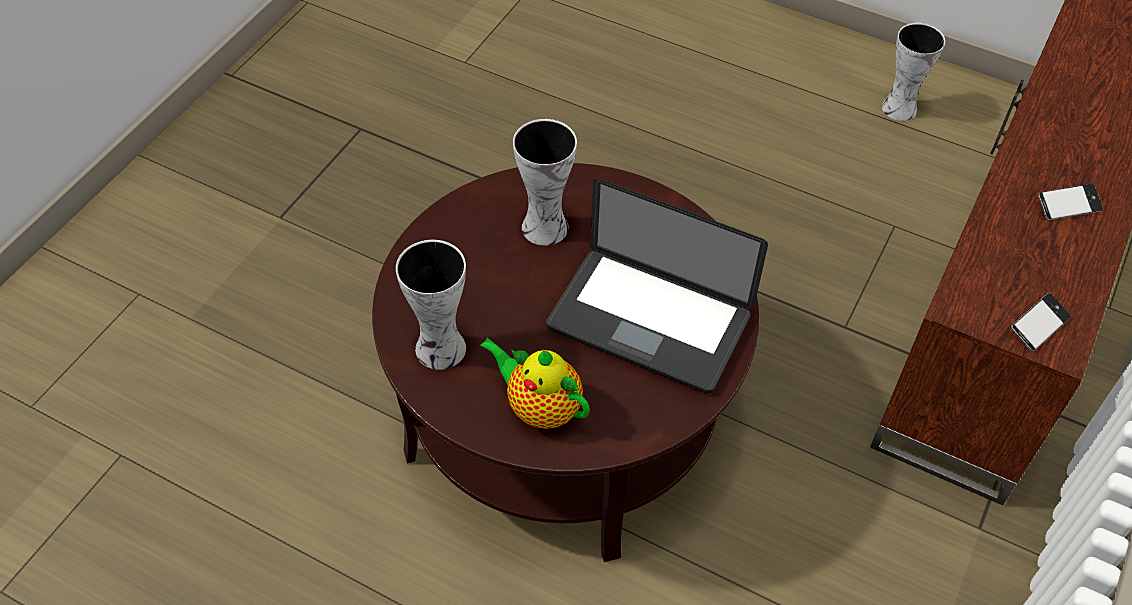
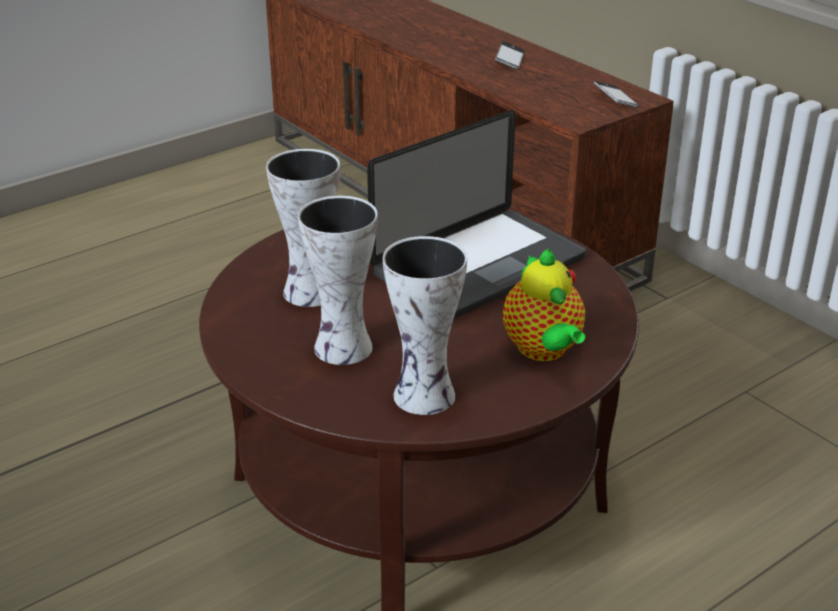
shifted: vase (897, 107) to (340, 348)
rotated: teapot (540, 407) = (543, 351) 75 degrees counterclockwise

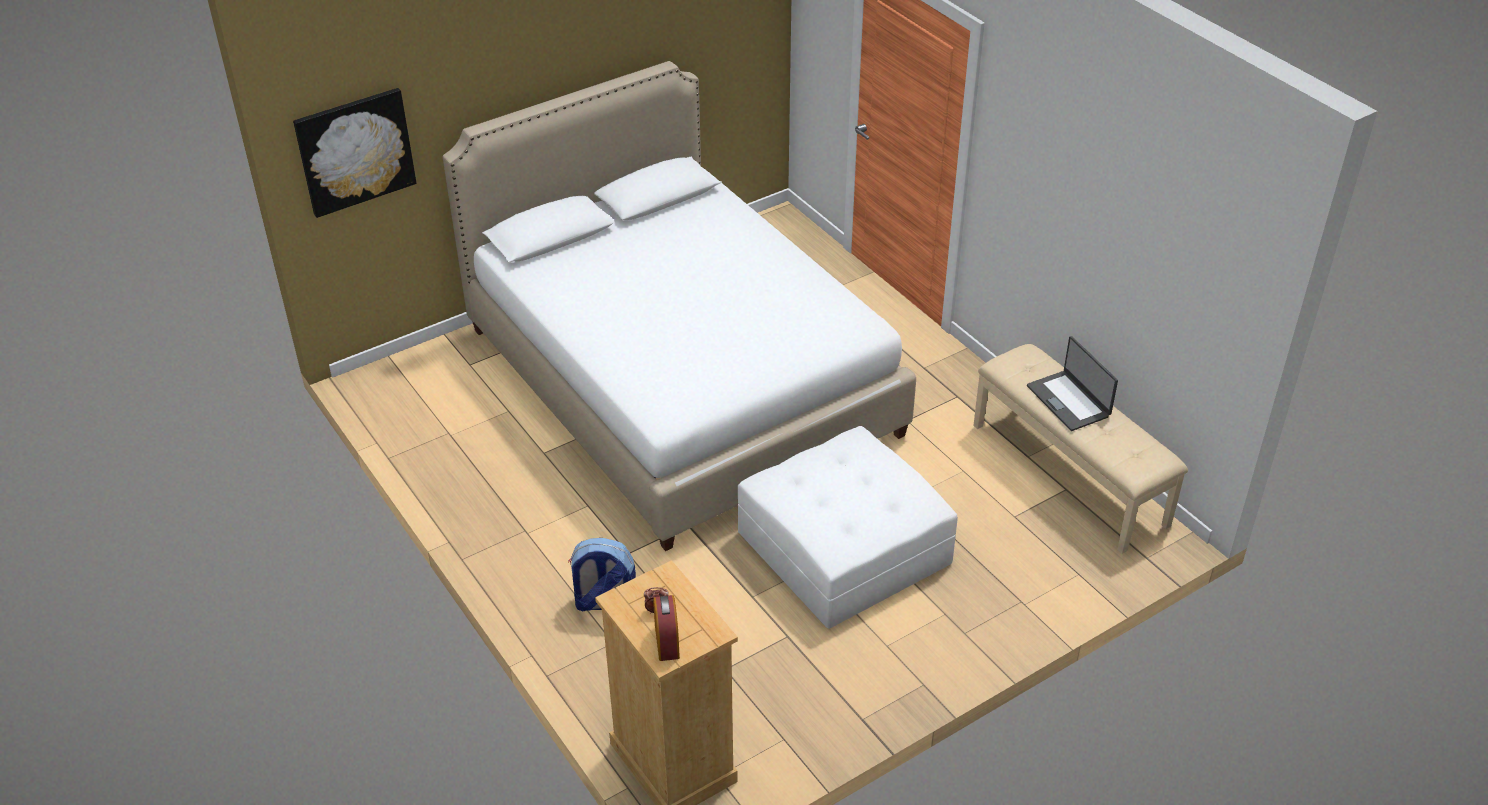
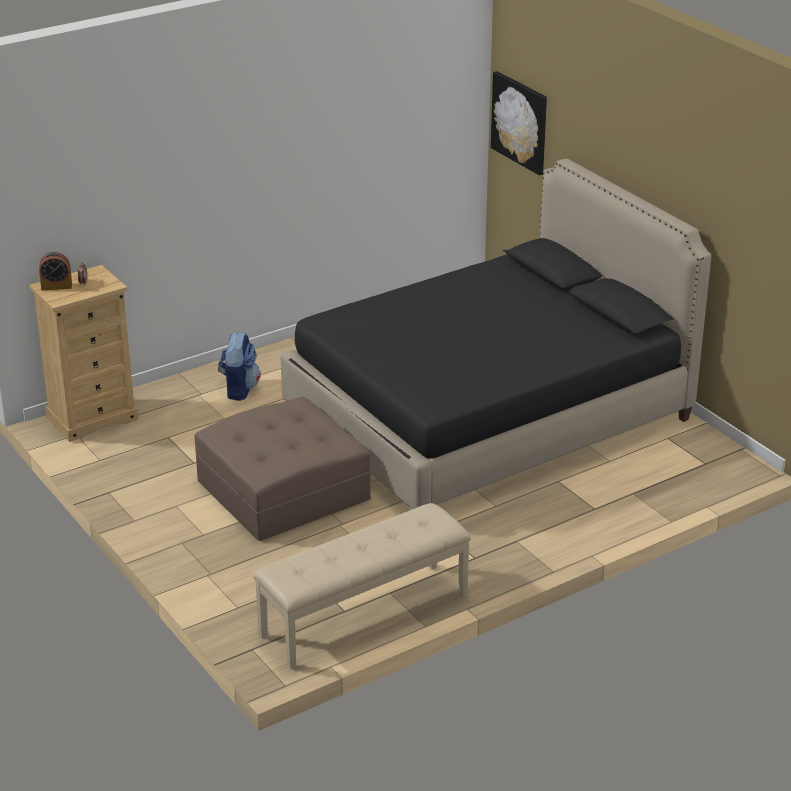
gone: laptop (1069, 401)
repainted: white bed (680, 381) to black bed (487, 415); white ottoman (845, 547) to brown ottoman (283, 490)

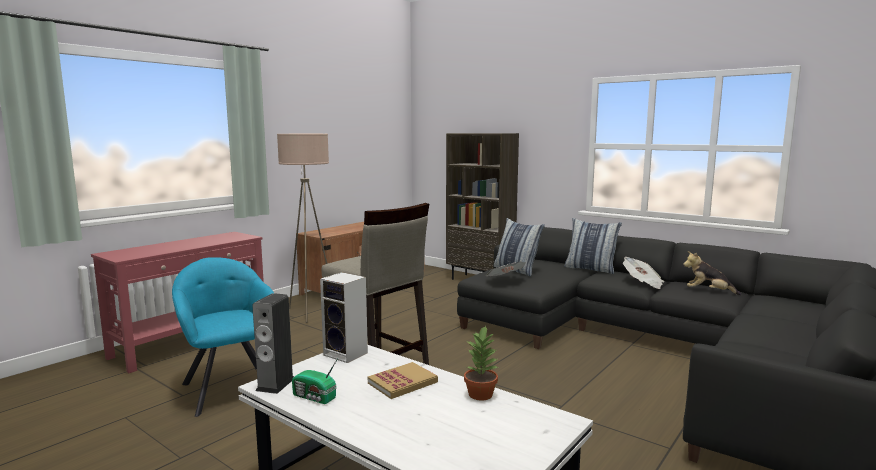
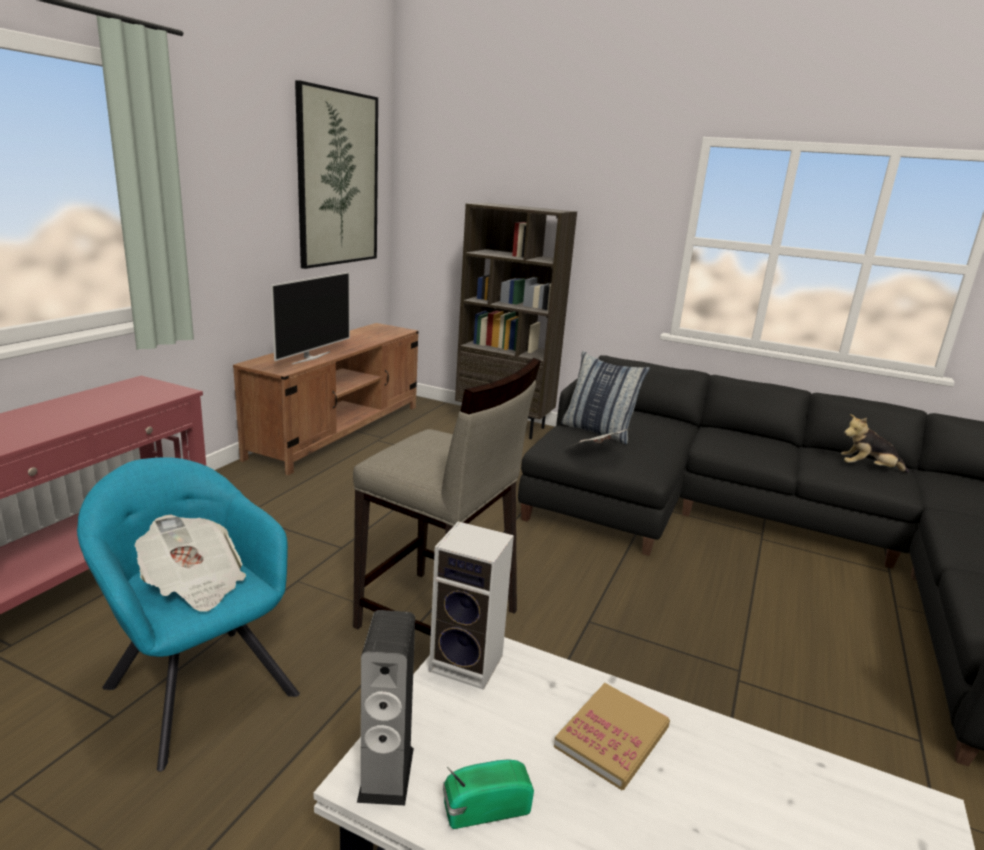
gone: beige floor lamp (310, 312); potted plant (481, 394); pillow (590, 269)
new: television (310, 357); picture (338, 179)
shifted: newspaper (643, 283) to (194, 584)
rotated: radio (314, 397) = (483, 807) 150 degrees clockwise

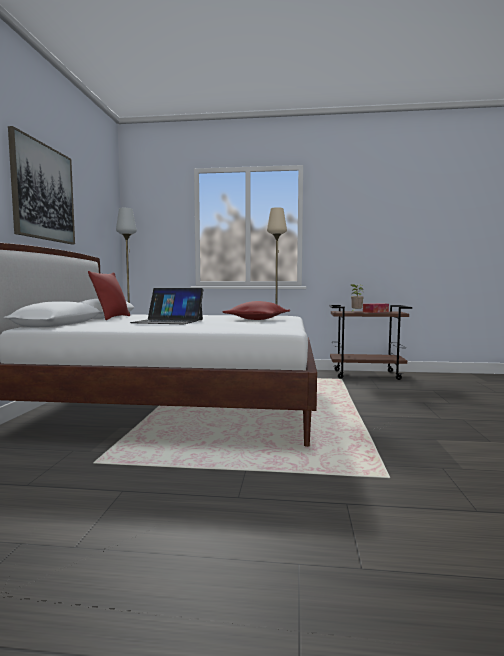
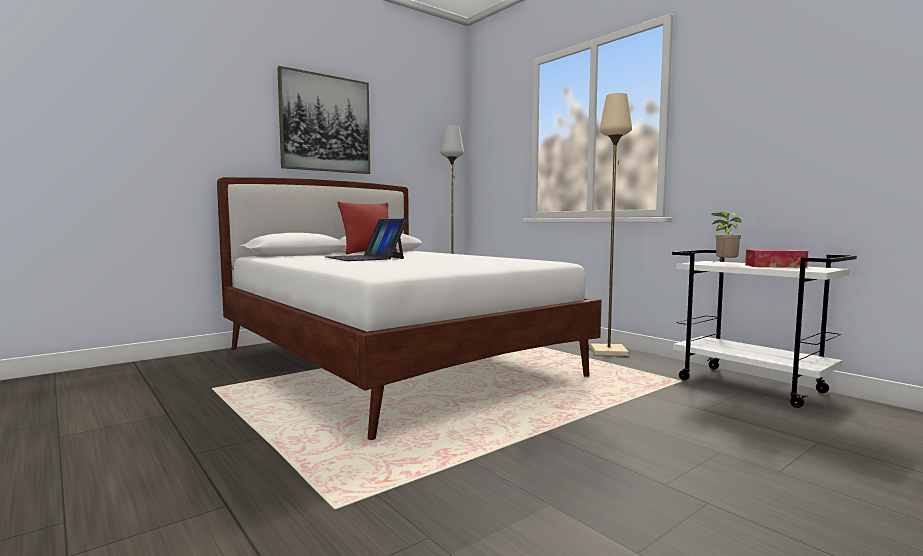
gone: red pillow (257, 319)
repainted: brown cart (366, 375) to white cart (752, 386)

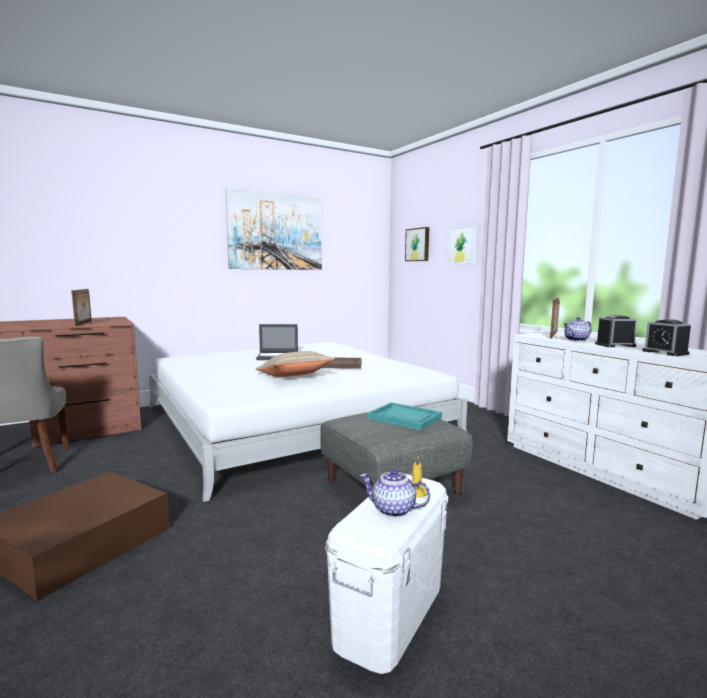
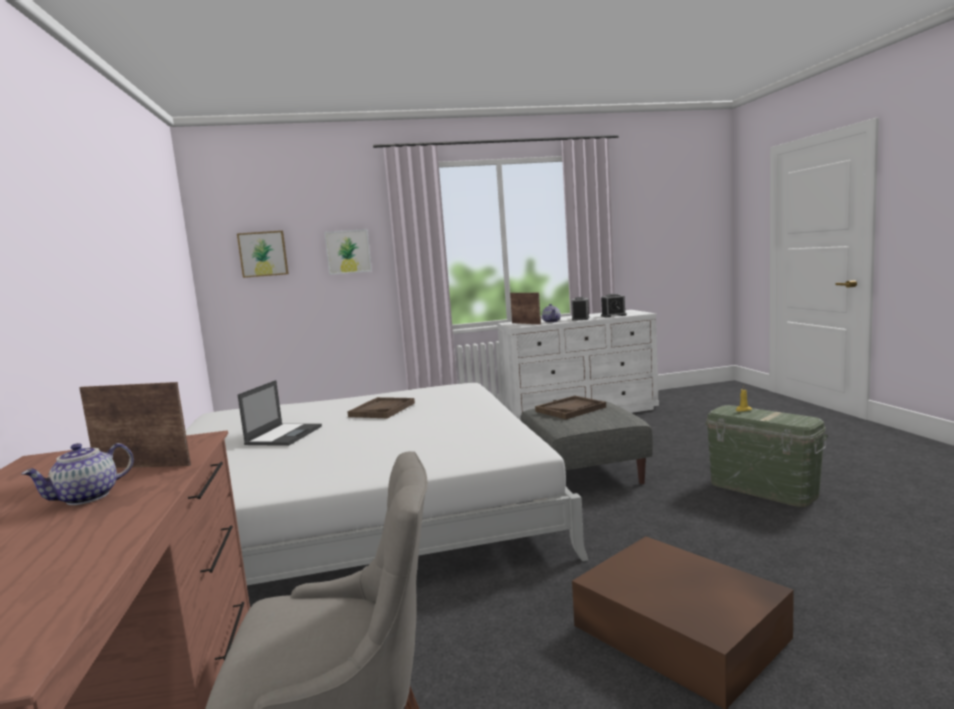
gone: picture (276, 231); beige pillow (294, 377)
shifted: teapot (393, 510) to (87, 498)
repainted: white storage box (390, 612) to green storage box (763, 489); turquoise tray (404, 418) to brown tray (570, 409)

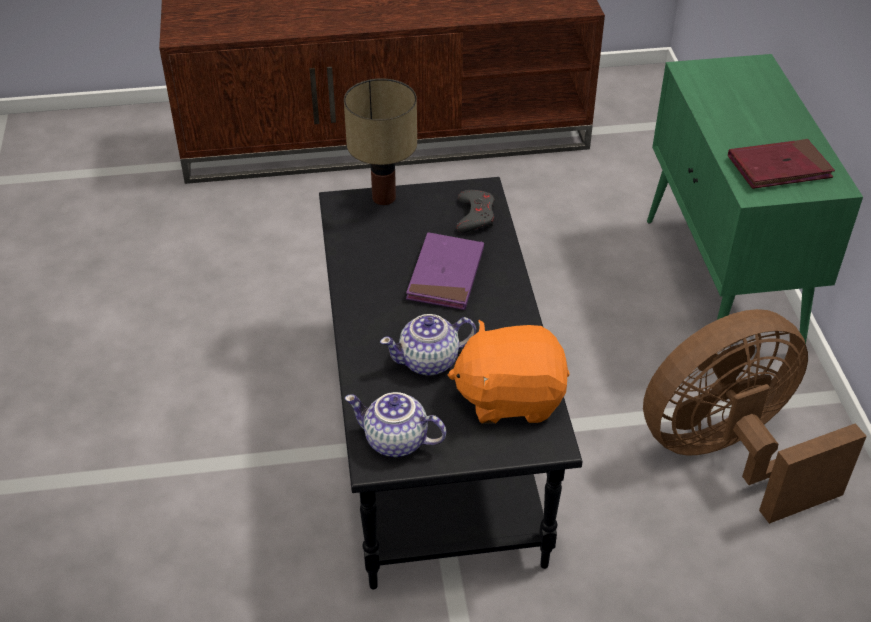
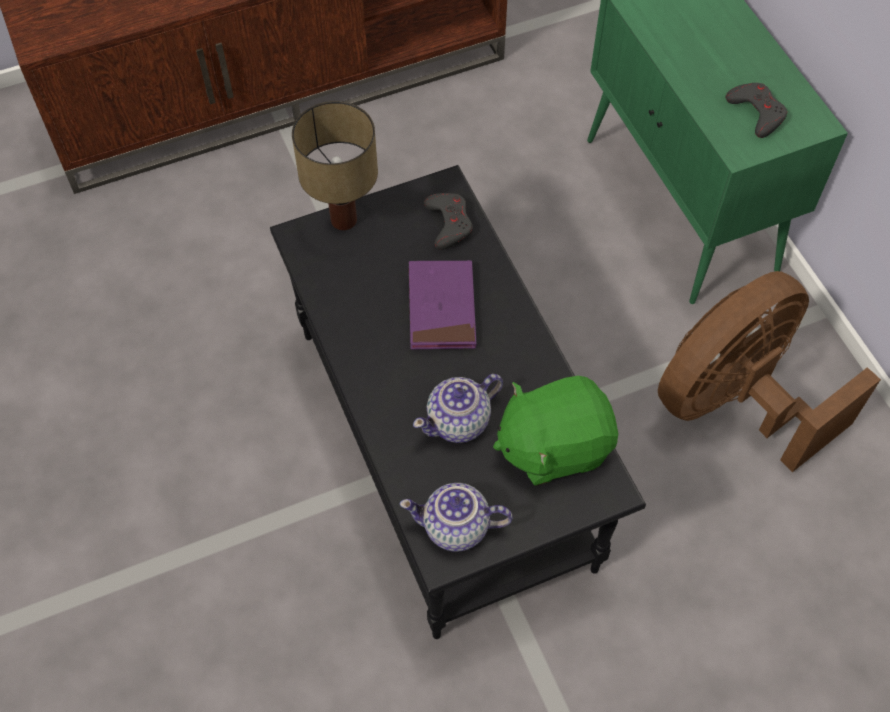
swapped: red book (779, 168) to grey game controller (756, 112)
repainted: orange plush toy (510, 397) to green plush toy (553, 445)

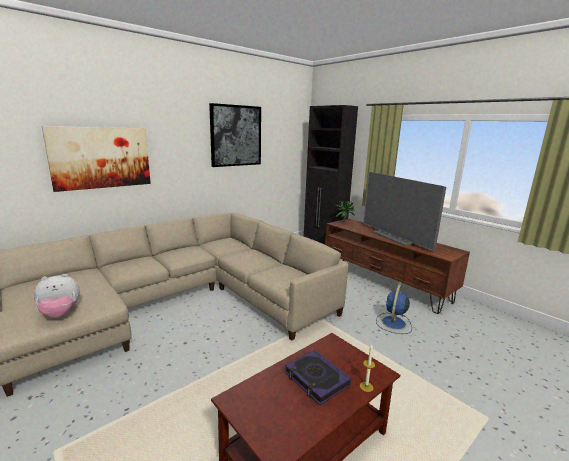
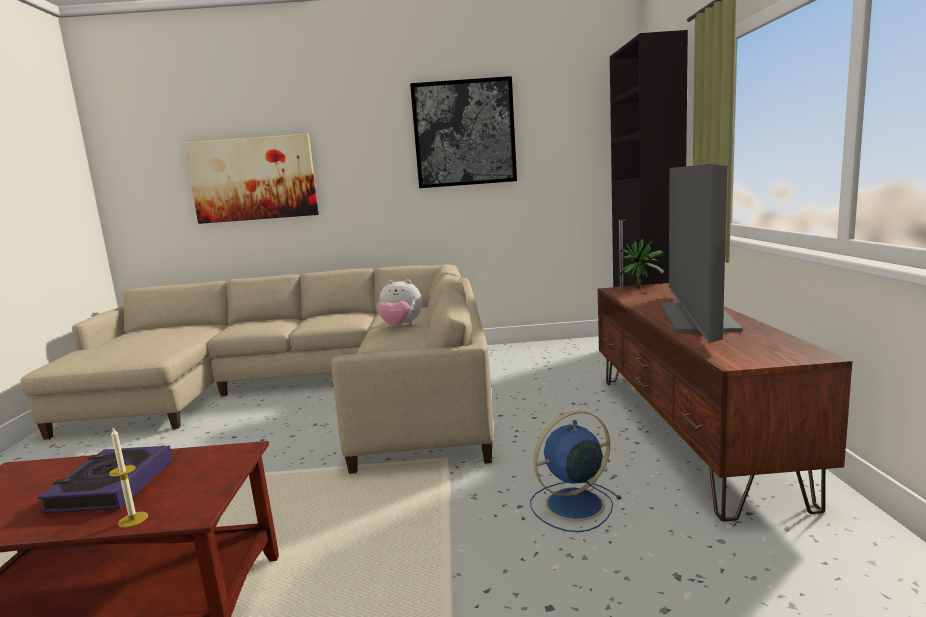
shifted: plush toy (60, 314) to (400, 326)

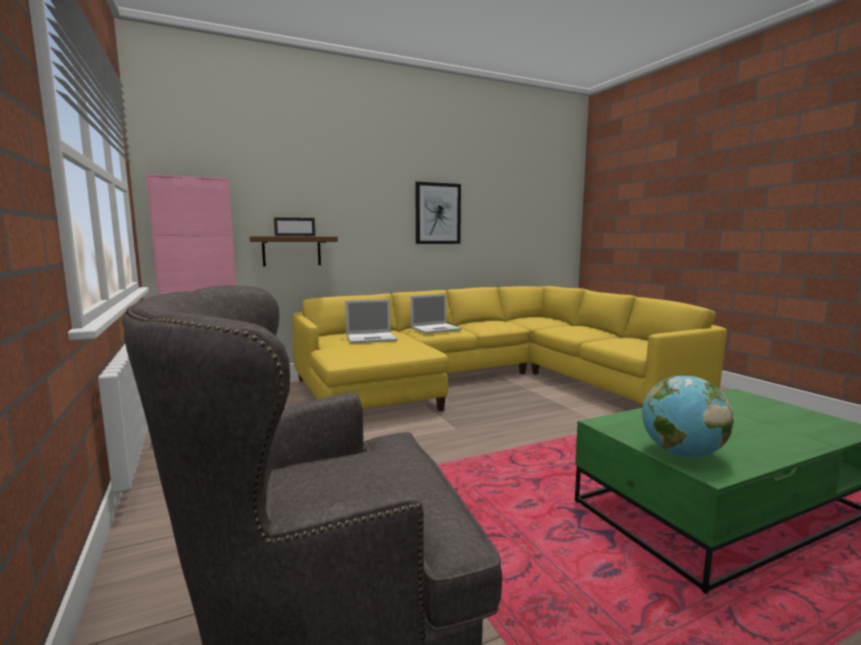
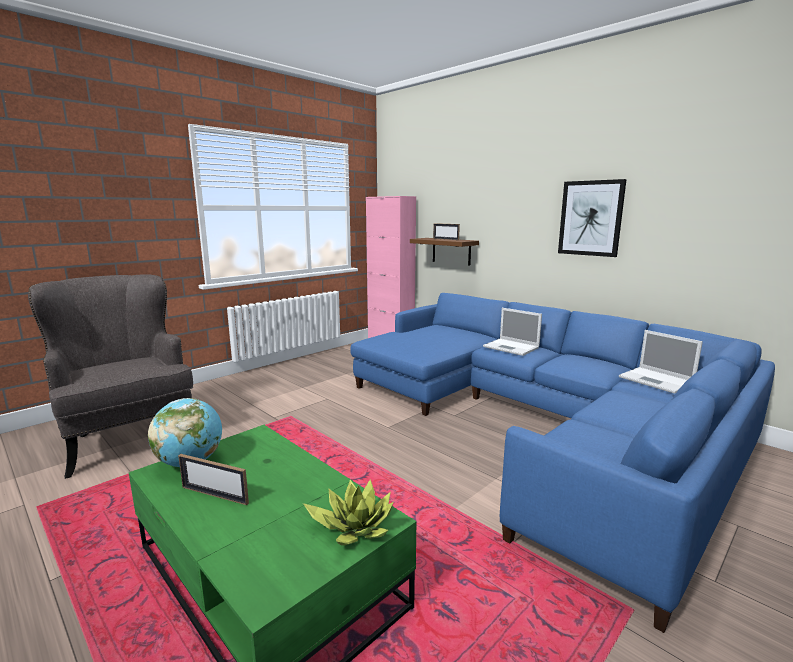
new: picture frame (214, 495); potted plant (354, 526)
shifted: laptop (372, 338) to (657, 380)
repainted: yellow sofa (486, 380) to blue sofa (537, 423)

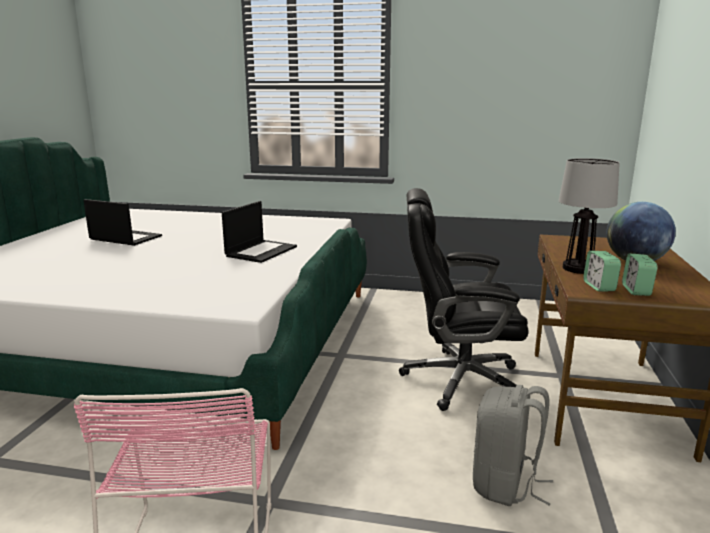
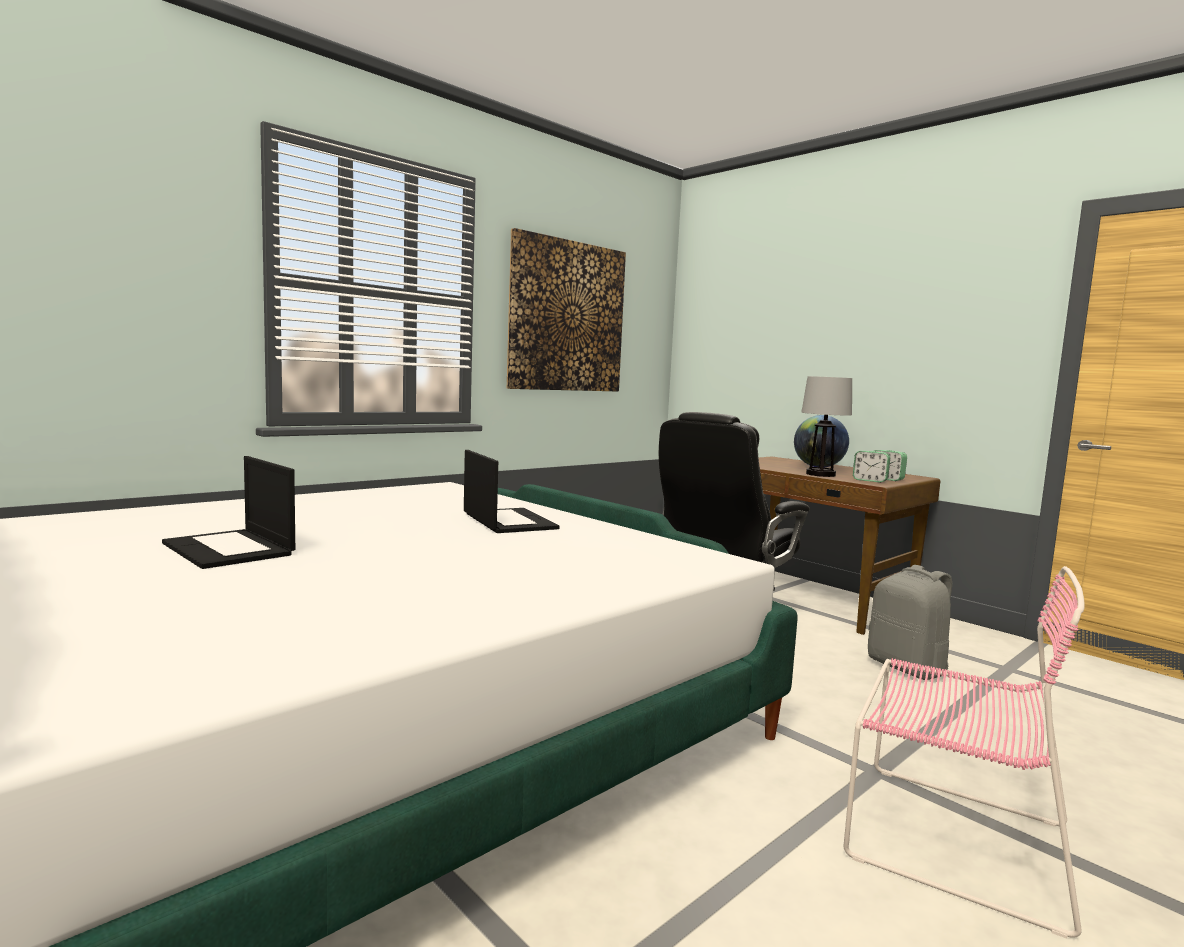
new: picture (567, 316)
rotated: laptop (124, 238) = (230, 549) 105 degrees counterclockwise

